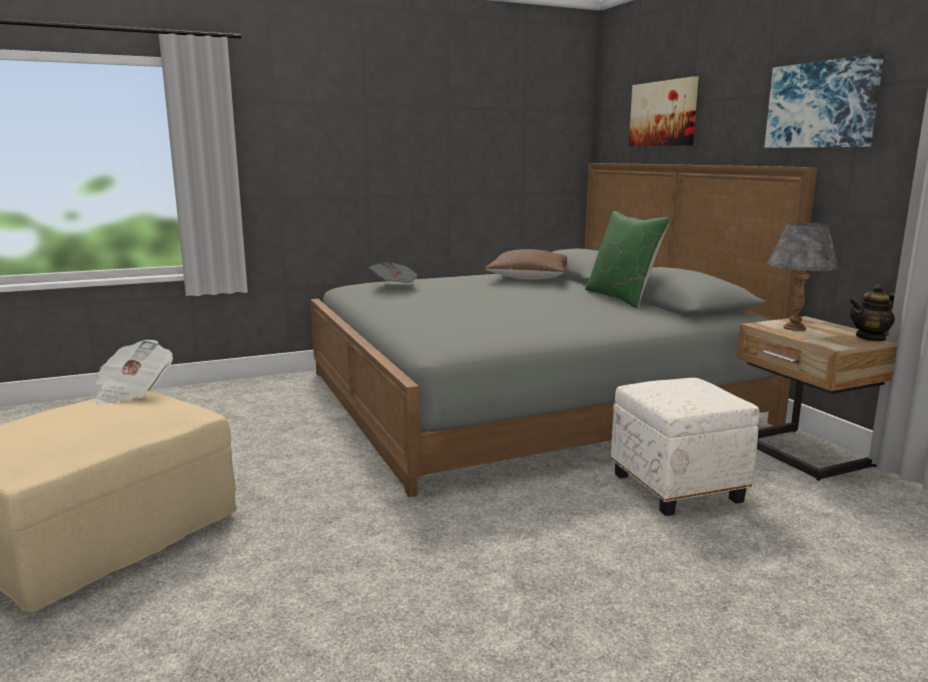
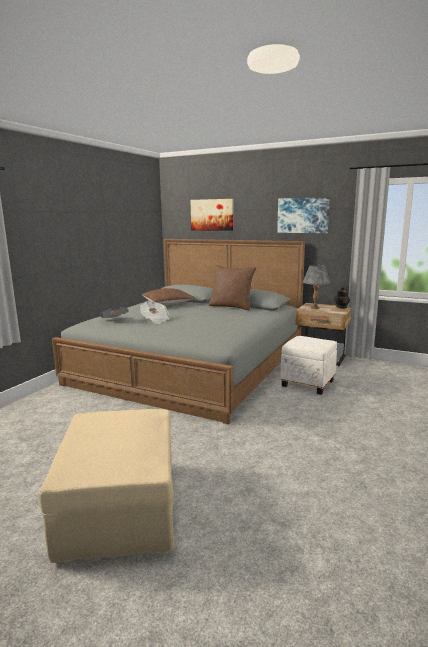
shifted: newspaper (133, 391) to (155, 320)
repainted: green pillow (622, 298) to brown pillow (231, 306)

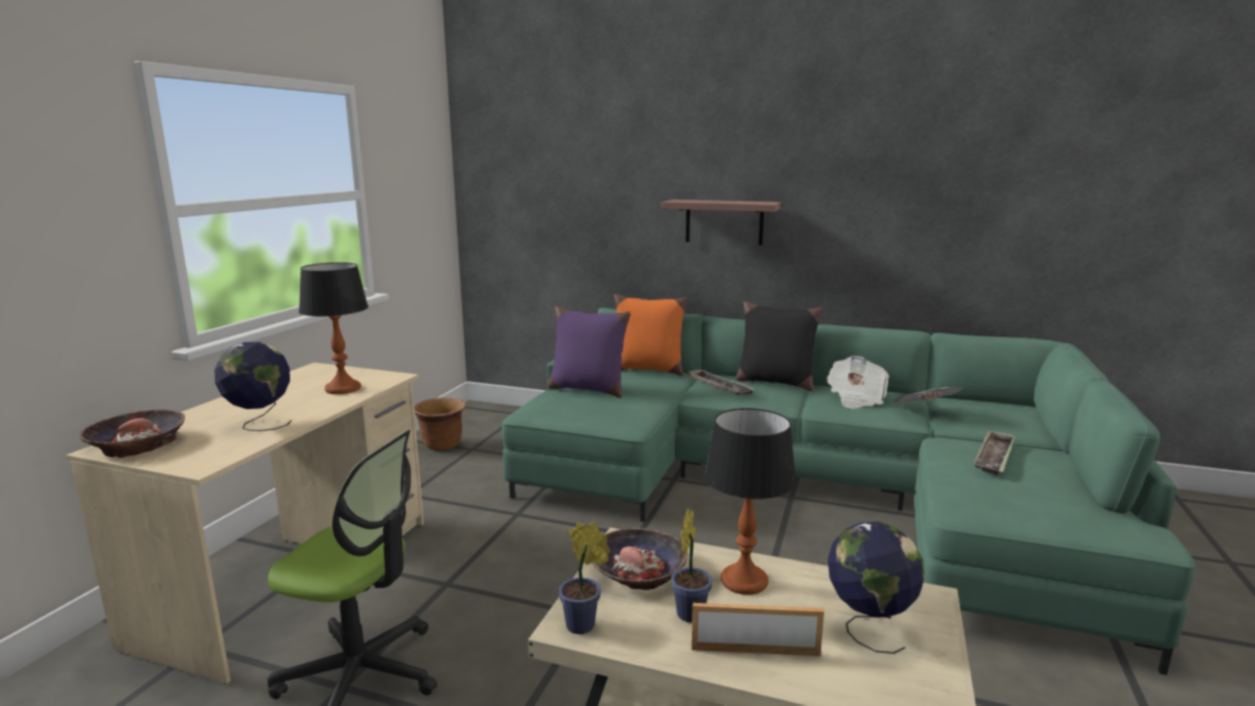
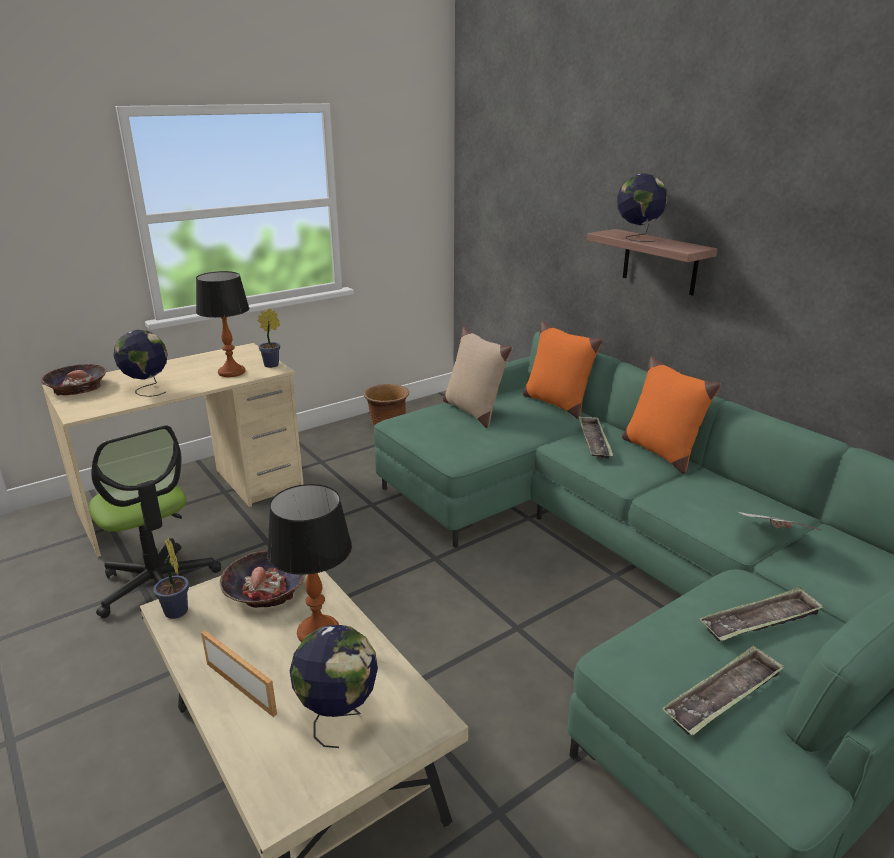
gone: newspaper (855, 398)
new: globe (637, 238); tray (723, 696)
shifted: potted plant (691, 612) to (273, 365)
repainted: purple pillow (587, 389) to beige pillow (473, 411); black pillow (774, 382) to orange pillow (660, 452)

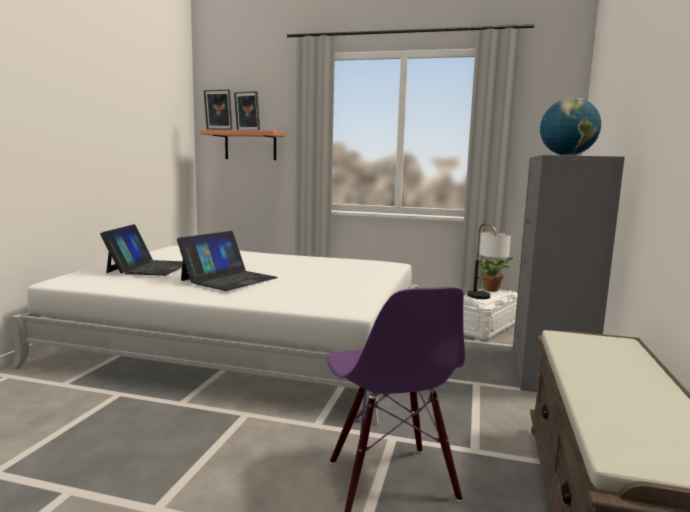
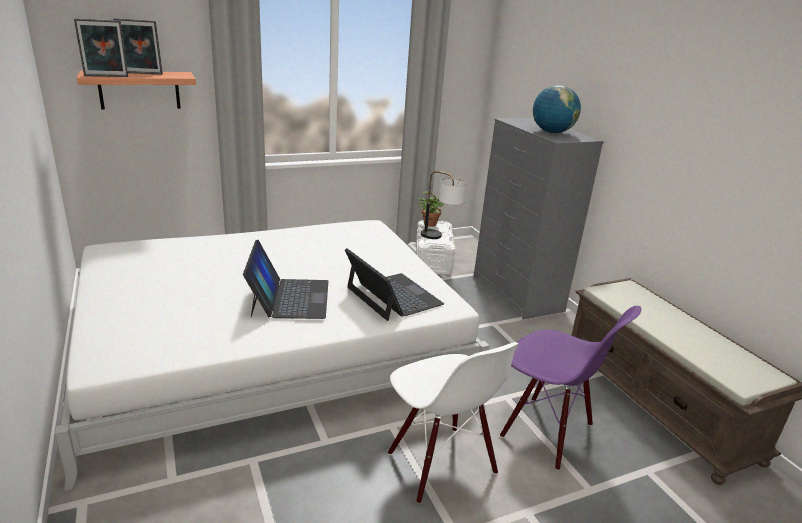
new: white chair (440, 464)
shifted: laptop (149, 267) to (393, 296)

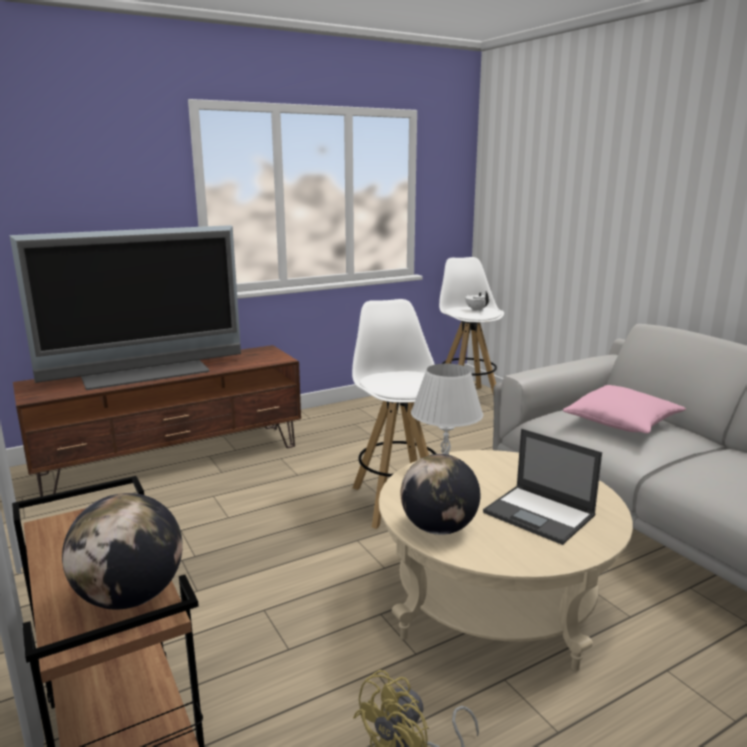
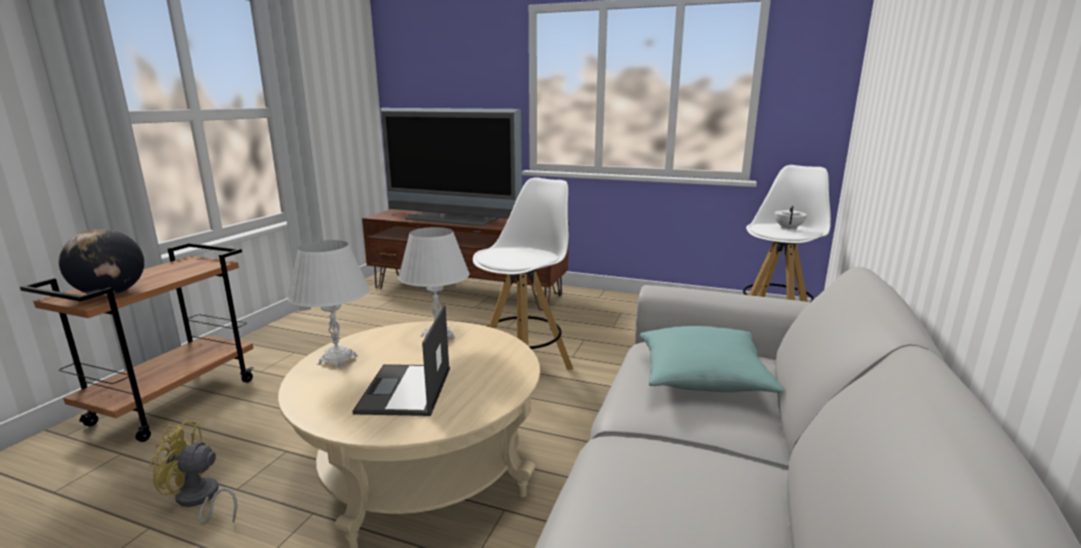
swapped: globe (438, 528) to white table lamp (338, 360)
repainted: pink pillow (622, 423) to turquoise pillow (702, 377)

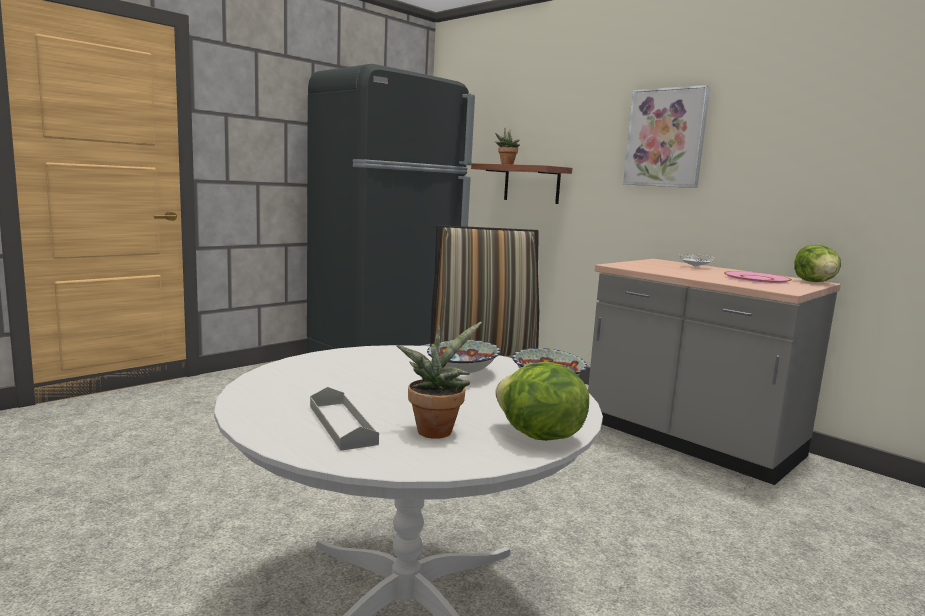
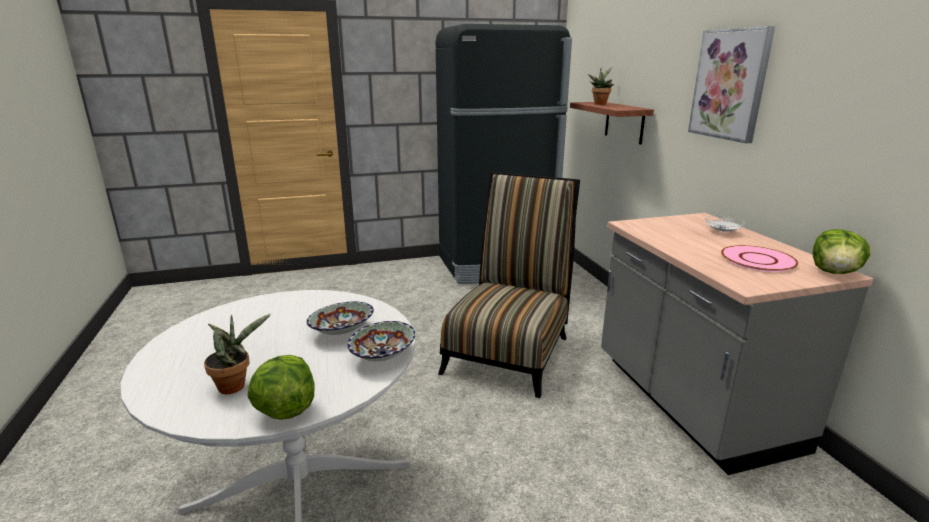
gone: grey tray (342, 424)

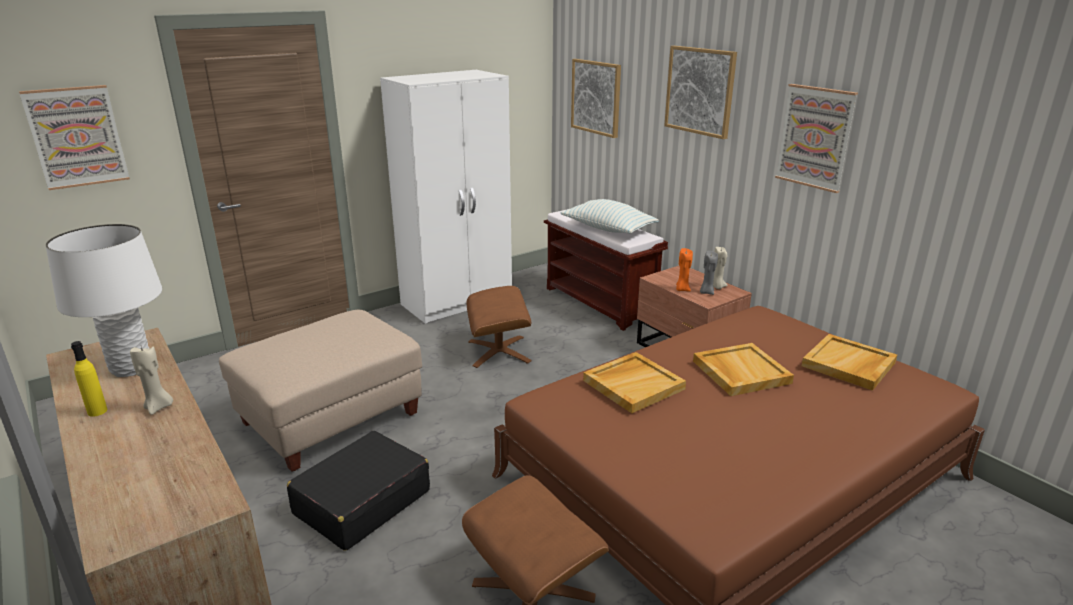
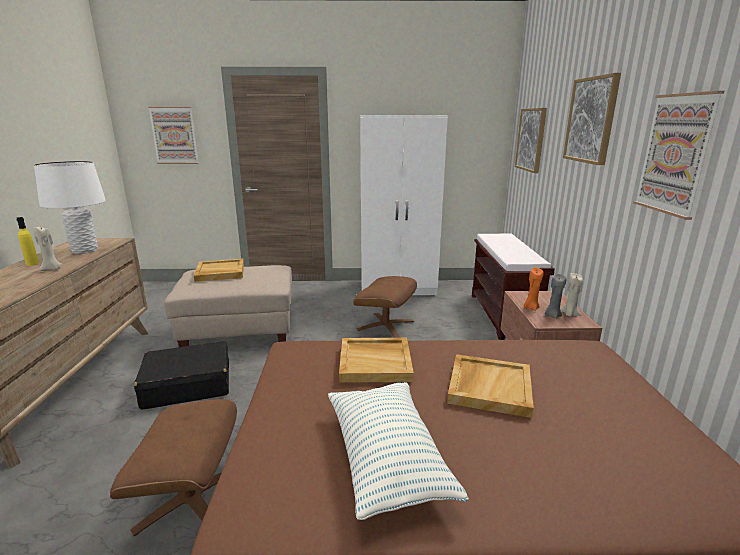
shifted: pillow (608, 229) to (386, 458); beige tray (849, 365) to (220, 272)

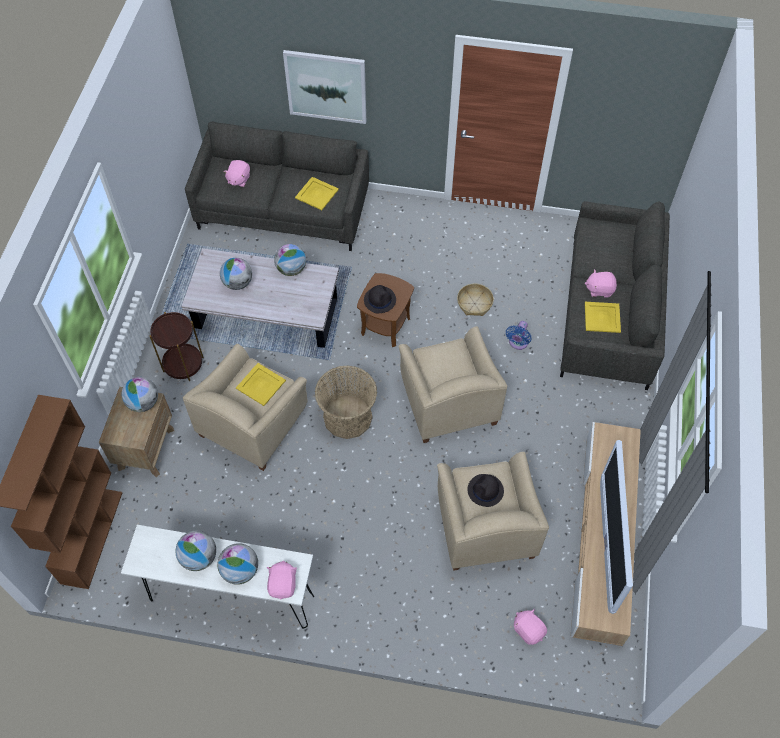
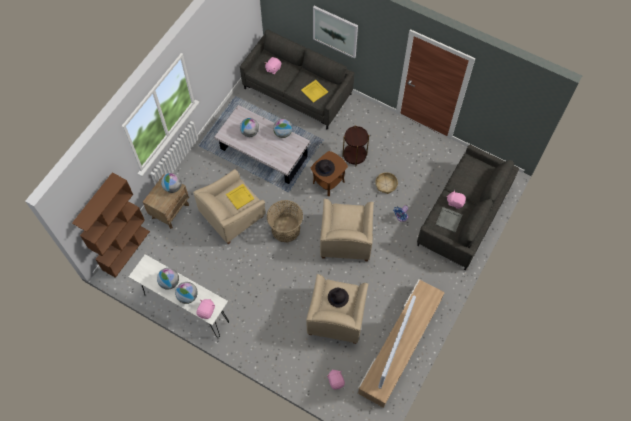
shifted: brown side table (183, 364) to (354, 155)
repainted: yellow tray (602, 317) to grey tray (448, 219)

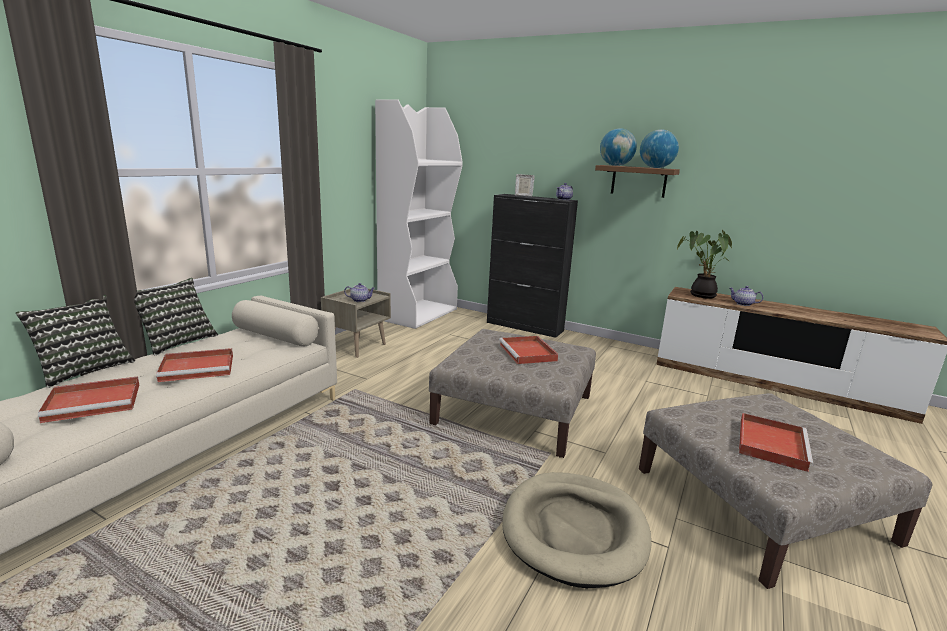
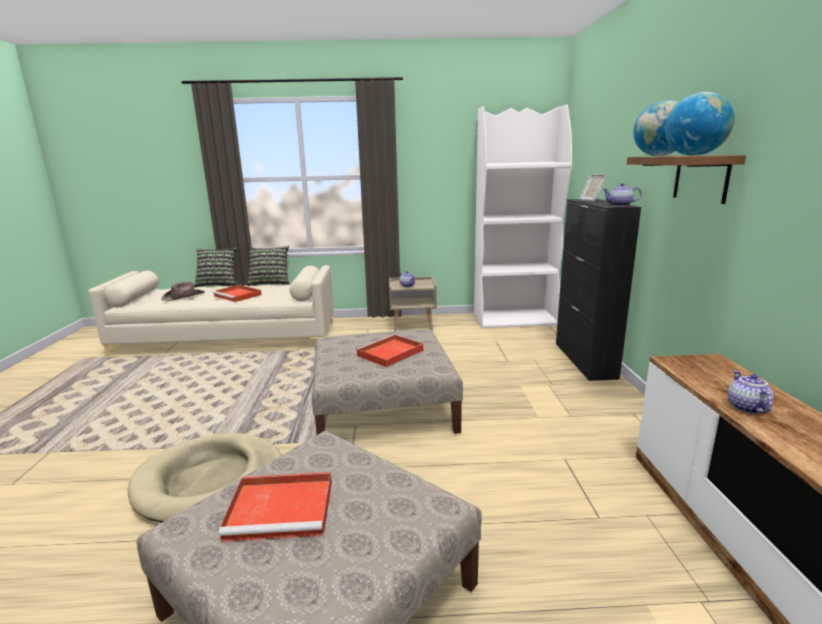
gone: potted plant (700, 295)
swapped: red tray (95, 402) to brown hat (184, 296)

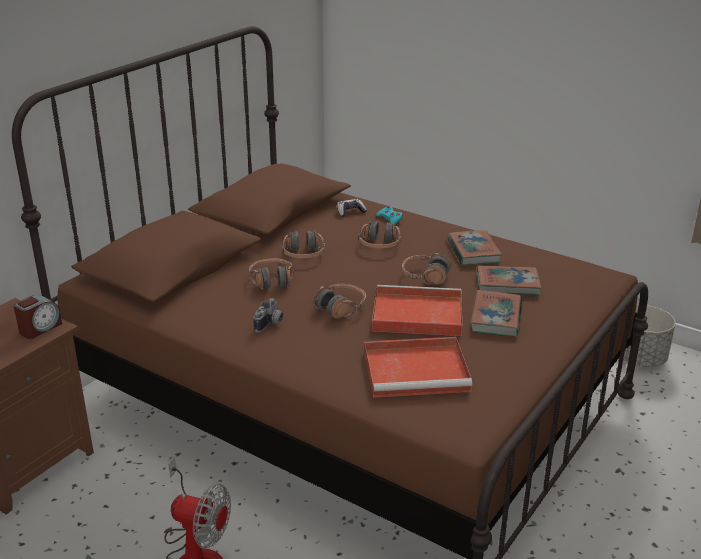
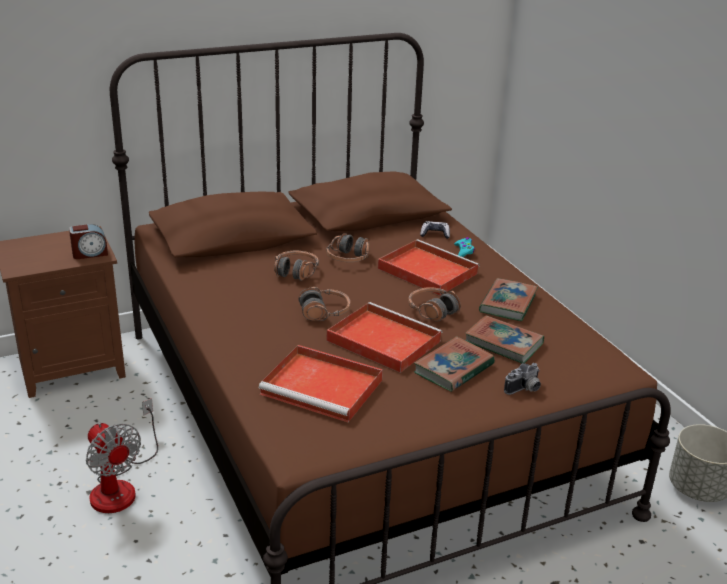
shifted: photo camera (270, 324) to (524, 390)
swapped: headphones (379, 245) to red tray (425, 270)

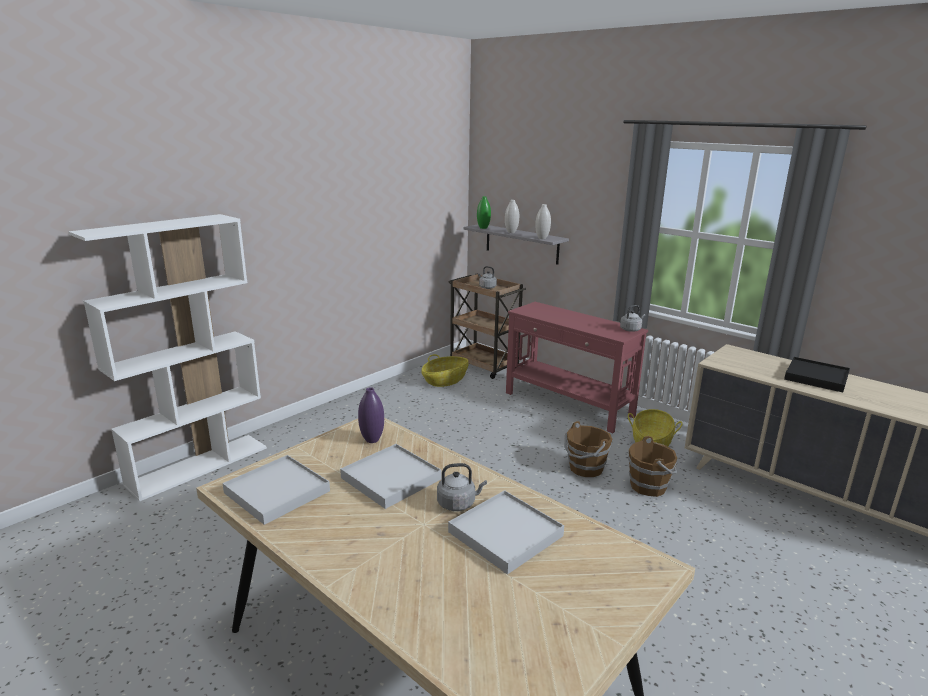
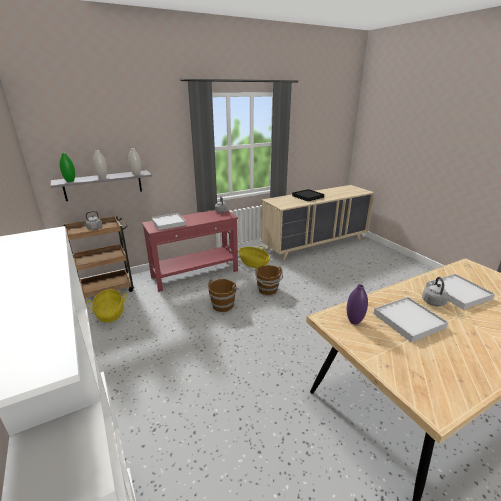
shifted: white tray (276, 492) to (168, 223); brown bucket (649, 486) to (223, 305)

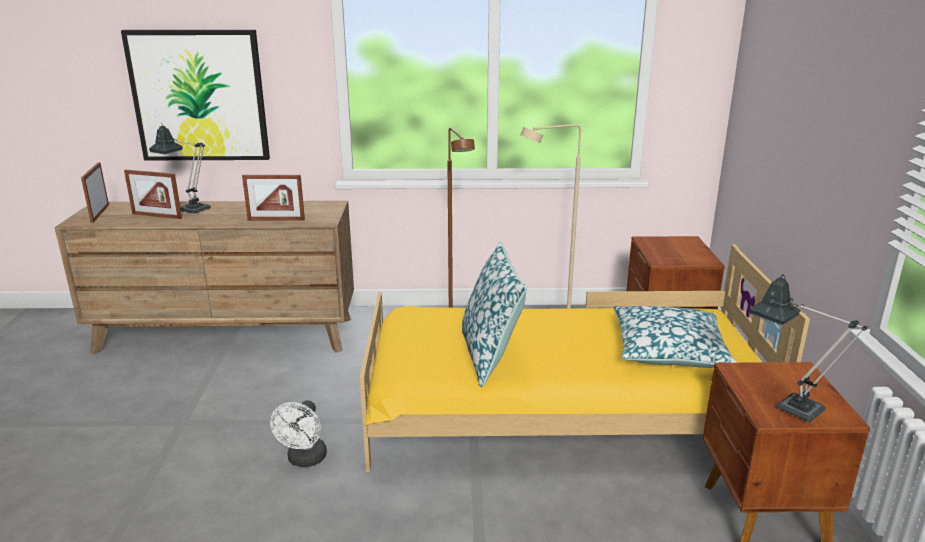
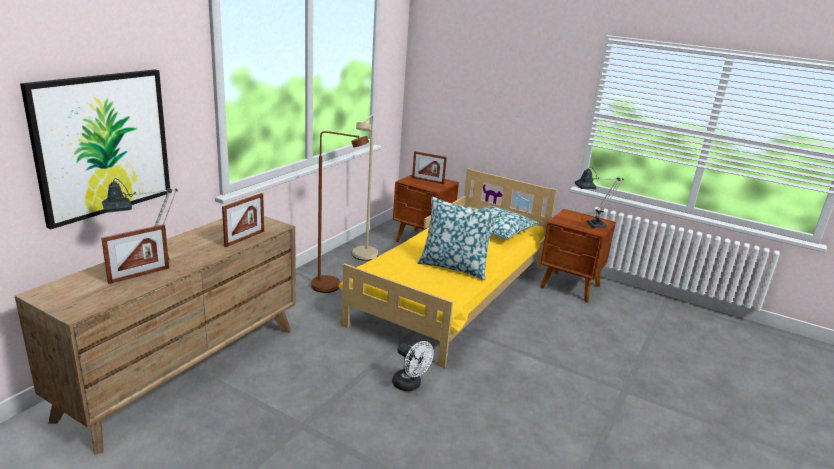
shifted: picture frame (100, 213) to (428, 181)

